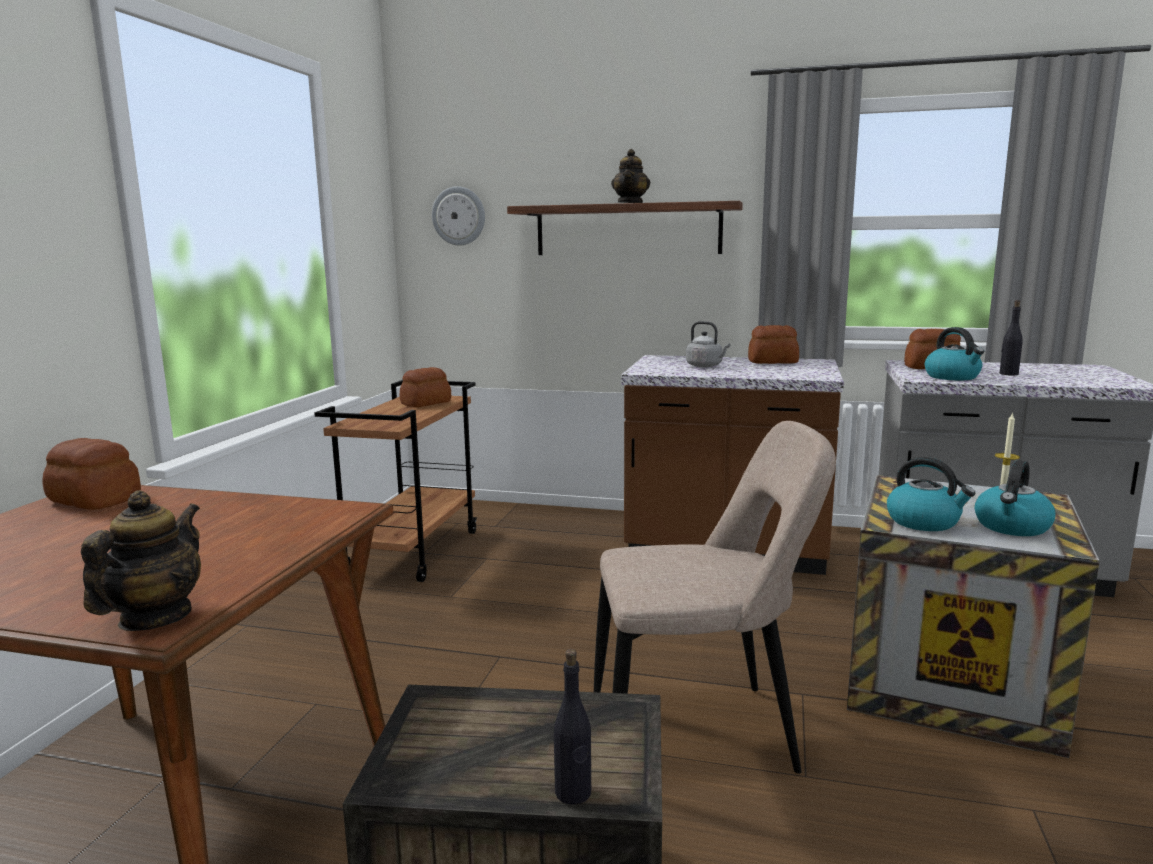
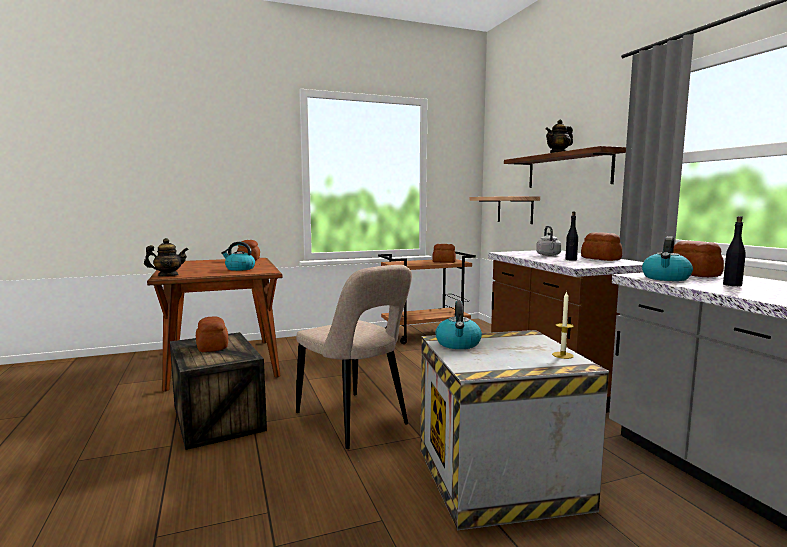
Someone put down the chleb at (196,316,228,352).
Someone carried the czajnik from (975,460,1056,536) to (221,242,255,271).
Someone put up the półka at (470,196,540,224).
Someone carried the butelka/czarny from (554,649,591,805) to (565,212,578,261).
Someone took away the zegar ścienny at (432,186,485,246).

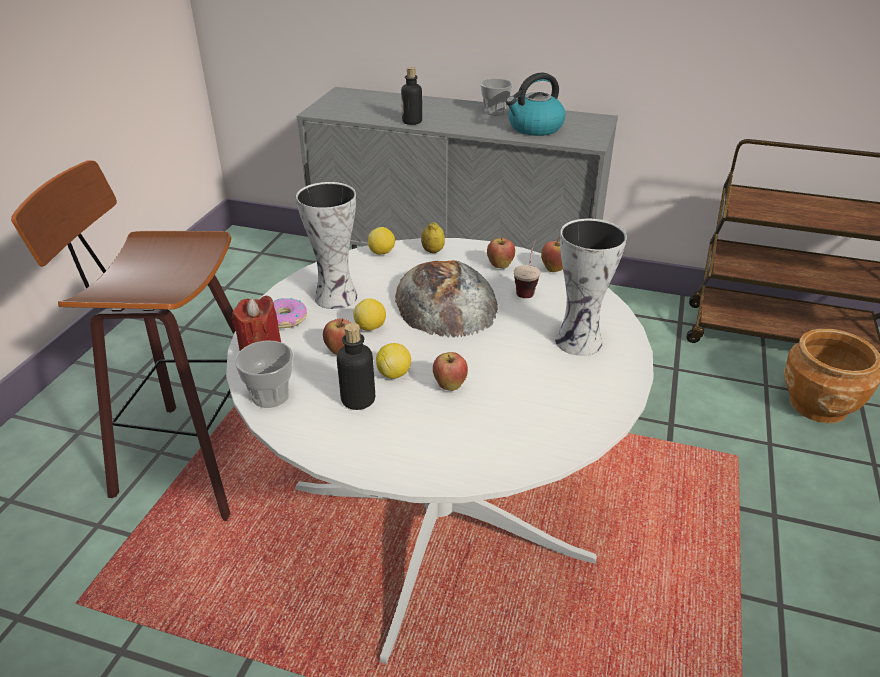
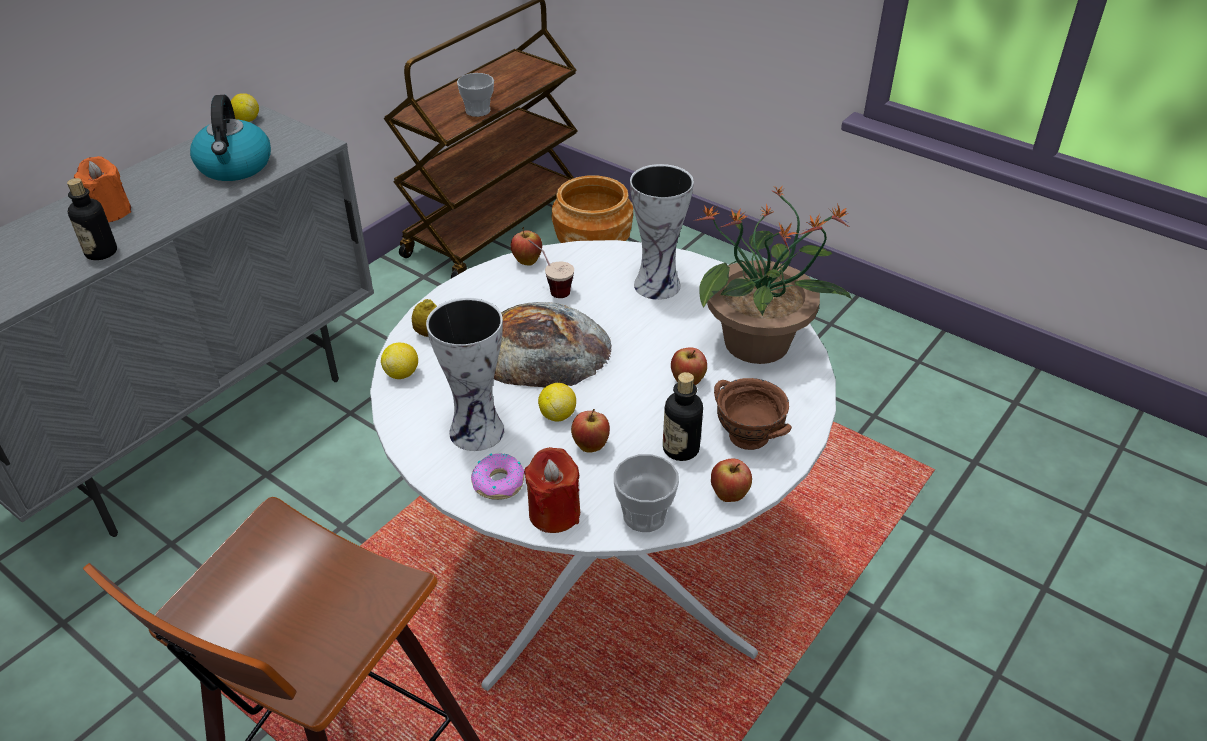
Someone put down the świeca/pomarańczowy at (74,156,131,222).
Someone carried the cytryna from (376,343,411,379) to (231,93,259,122).
Someone carried the filiżanka from (480,79,513,115) to (457,73,494,117).
Someone put down the roślina doniczkowa at (697,187,852,364).
Someone carried the jabłko from (487,238,515,269) to (711,459,752,502).
Someone put down the miska/brązowy at (714,378,792,450).

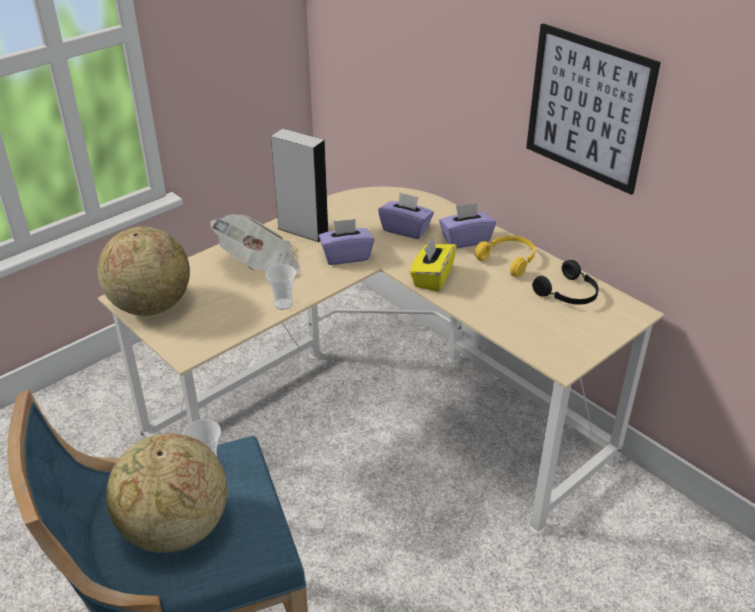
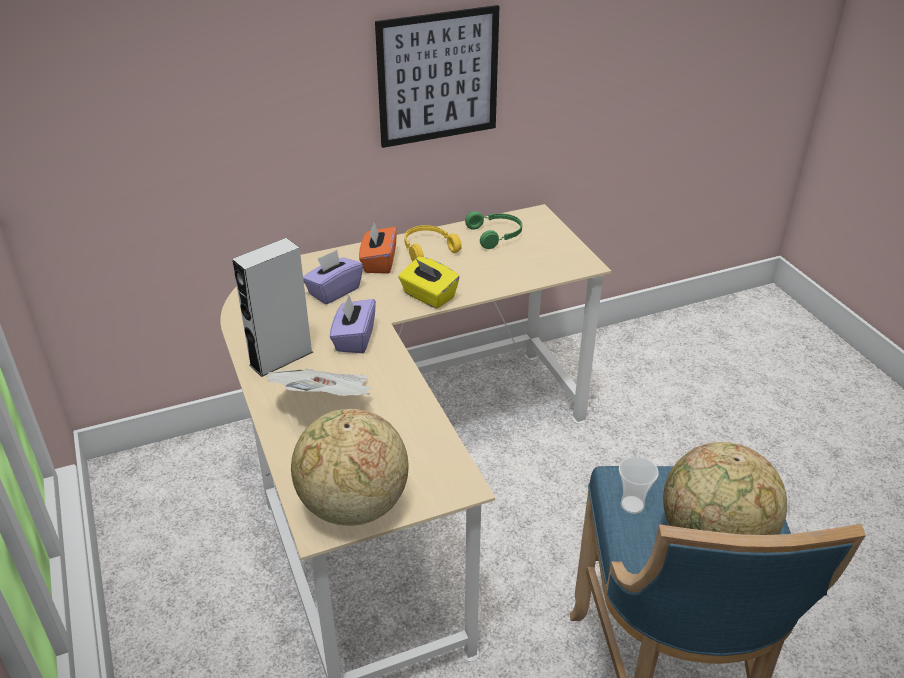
Someone repainted the pudełko chusteczek/fioletowy at (439,203,496,248), which became the pudełko chusteczek/pomarańczowy at (359,223,397,274).
Someone repainted the słuchawki/czarny at (532,260,599,305), which became the słuchawki/zielony at (465,211,522,249).
Someone took away the filiżanka at (266,264,296,310).

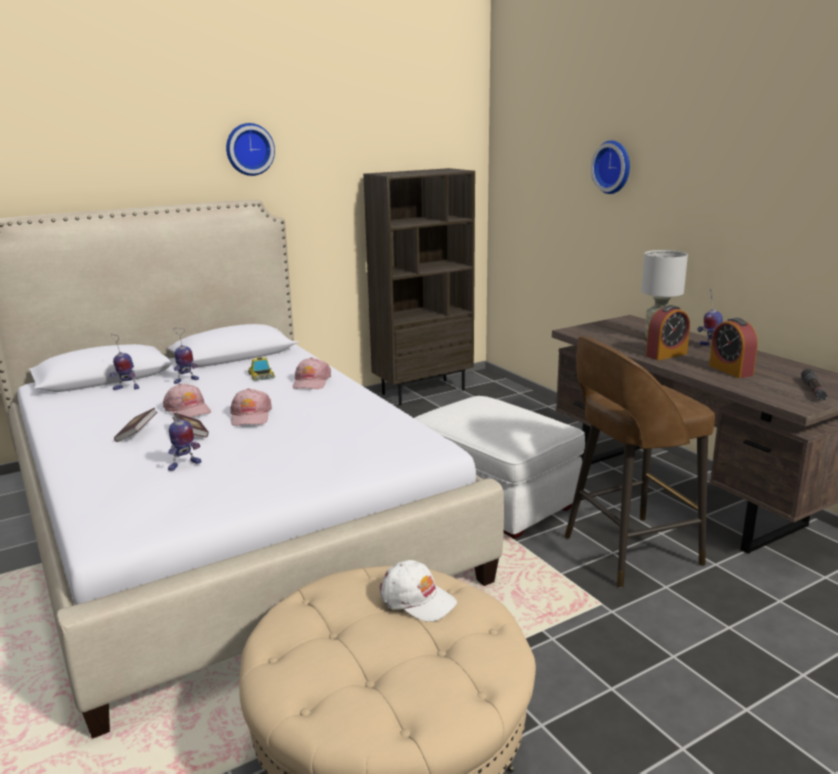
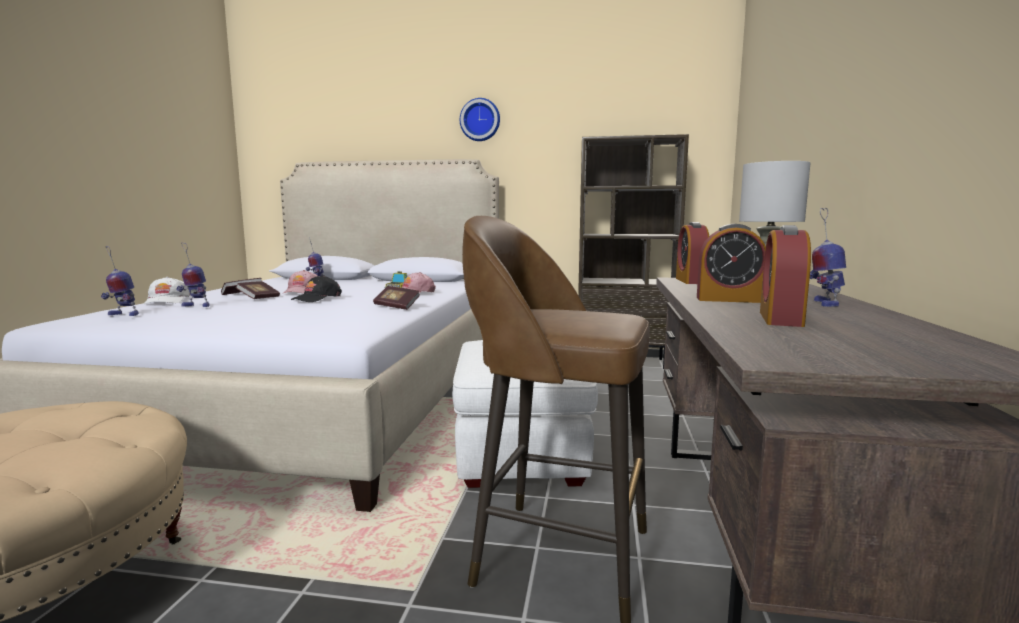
Someone carried the robot zabawkowy from (173,328,199,384) to (101,246,139,316).
Someone carried the czapka z daszkiem/biały from (379,560,457,622) to (144,277,190,304).
Someone repainted the czapka z daszkiem/różowy at (230,388,272,426), which became the czapka z daszkiem/czarny at (291,275,342,302).
Someone put down the książka at (373,286,420,310).
Someone put down the budzik at (676,222,709,284).
Someone took away the zegar ścienny at (591,140,630,194).
Someone took away the latarka/czarny at (801,369,827,401).

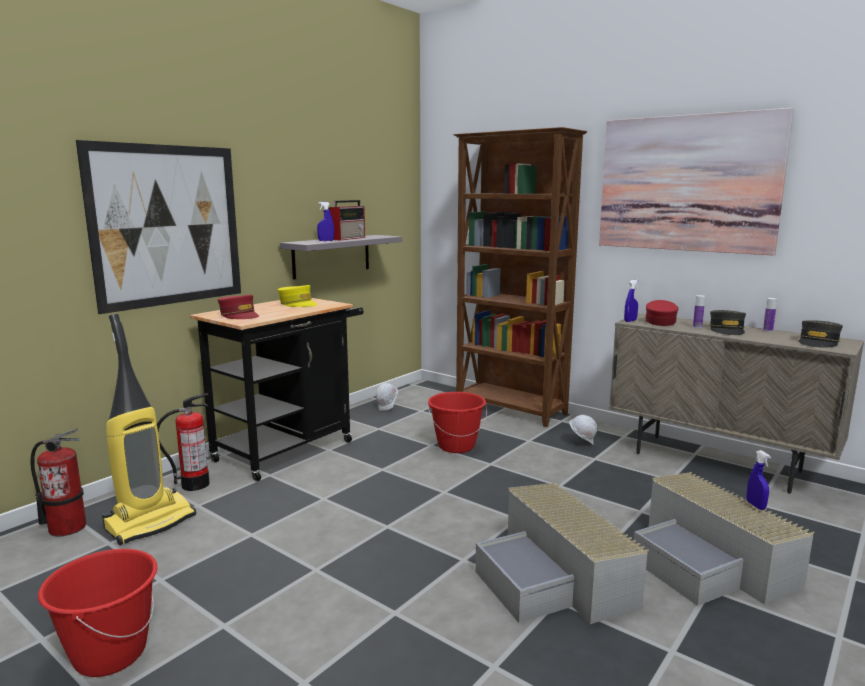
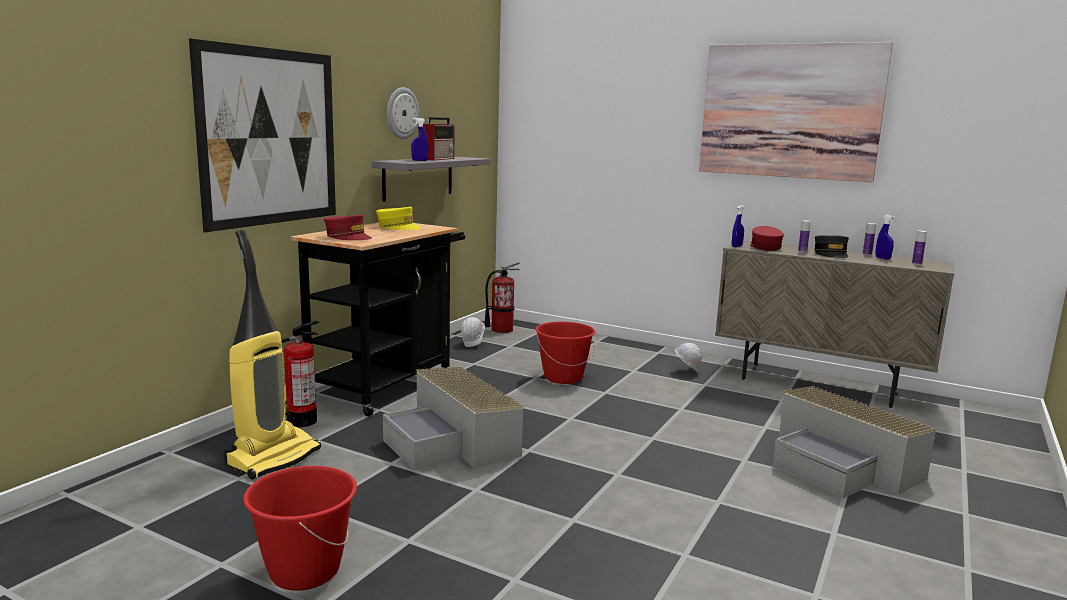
Someone carried the pojemnik do przechowywania/szary from (475,483,649,624) to (383,367,524,471).
Someone put up the zegar ścienny at (387,87,419,139).
Someone carried the gaśnica from (31,428,86,537) to (485,262,520,333).
Someone carried the spryskiwacz/niebieski from (747,450,771,510) to (875,215,895,259).
Someone swapped the czapka z daszkiem/szary at (798,321,843,348) for the butelka at (912,231,927,265).
Someone took away the regał/brązowy at (453,127,587,427).

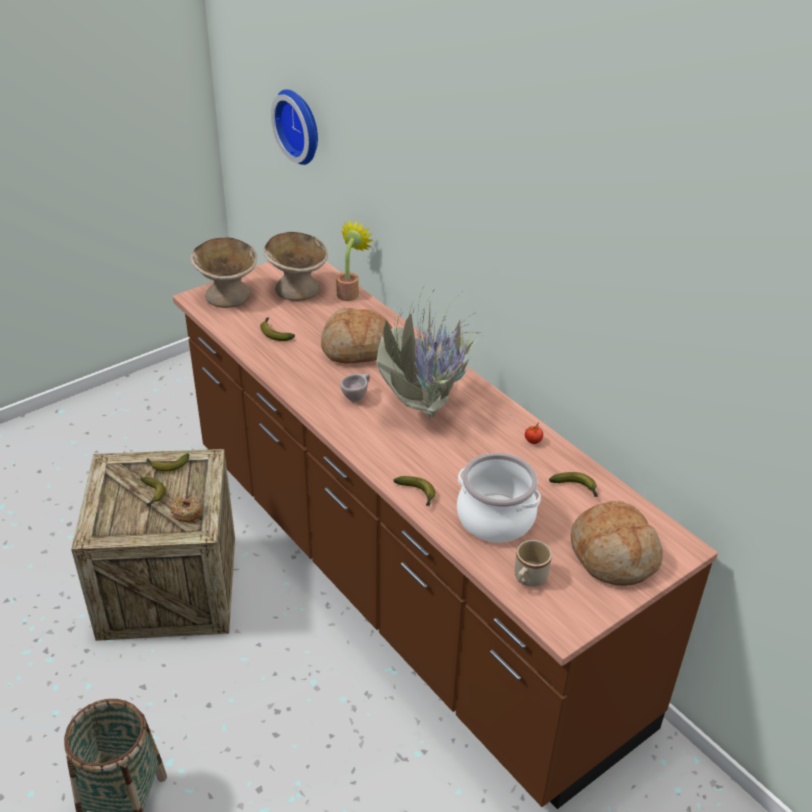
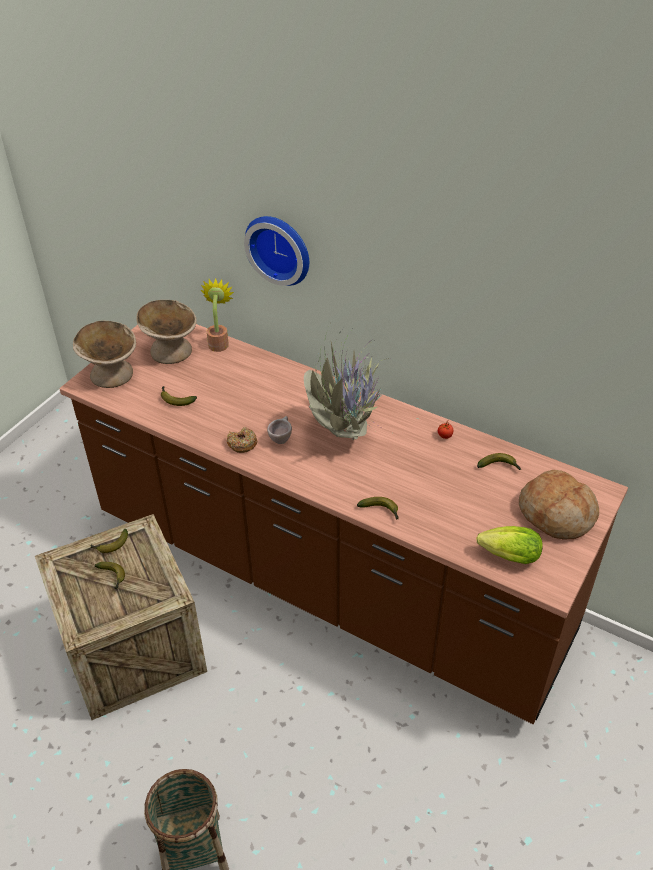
Someone carried the donut from (170,496,203,522) to (227,427,257,453).
Someone carried the zegar ścienny from (271,90,318,165) to (244,216,309,286).
Someone swapped the kubek/beżowy at (515,540,552,587) for the sałata at (476,526,543,564).
Someone took away the chleb at (321,308,392,363).
Someone took away the garnek at (457,453,541,542).

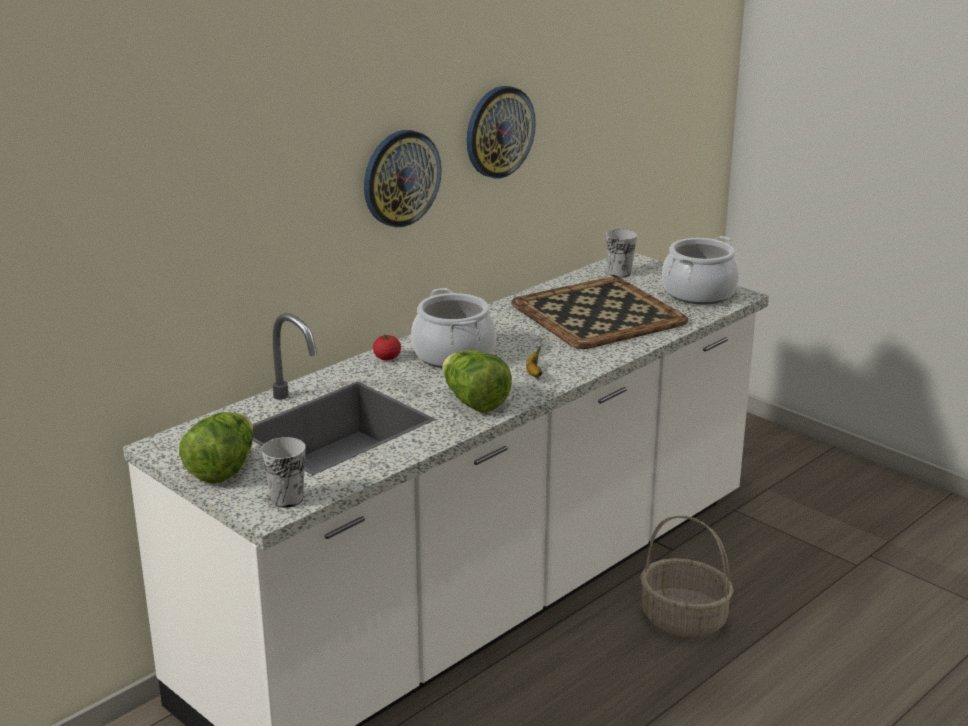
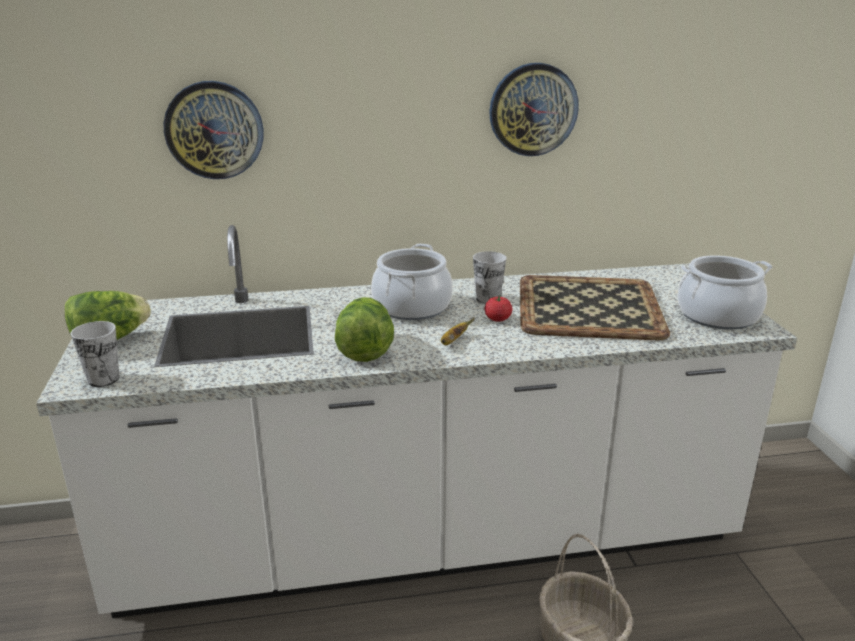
Someone carried the zegar ścienny from (364,130,442,227) to (164,81,264,179).
Someone carried the filiżanka from (606,229,637,278) to (473,251,506,304).
Someone carried the pomidor from (373,334,401,360) to (484,296,512,322).

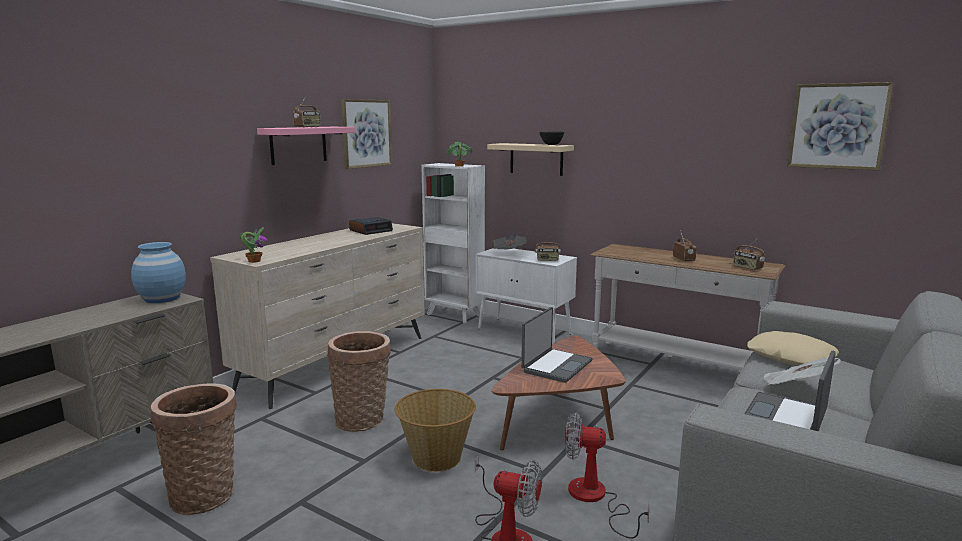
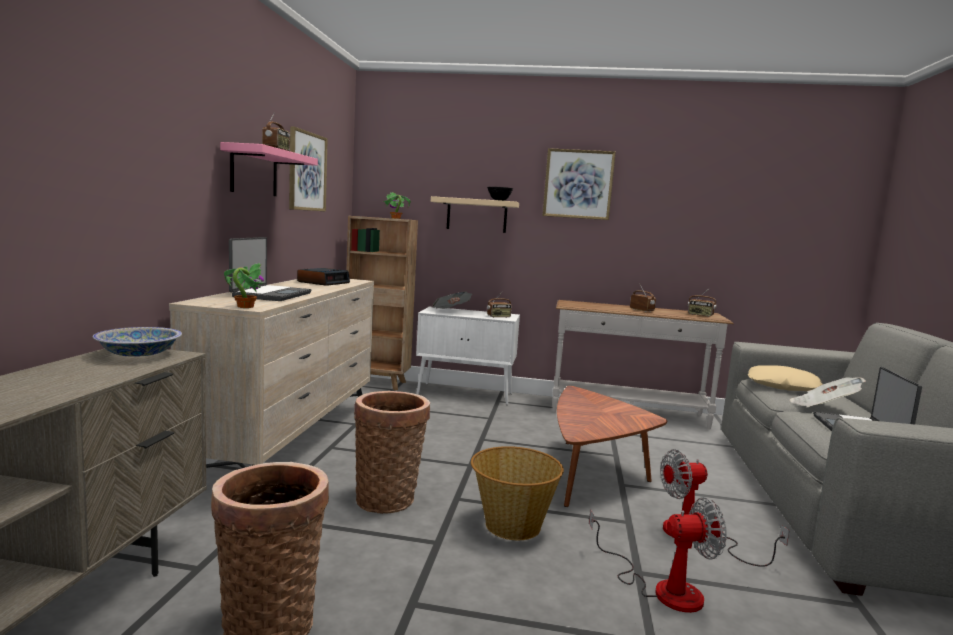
Someone swapped the wazon/niebieski at (131,242,186,303) for the miska at (93,327,182,357).
Someone carried the laptop from (521,307,592,383) to (229,237,311,301).
Someone repainted the regał/biały at (421,163,485,323), which became the regał/brązowy at (346,216,418,390).
Someone carried the obraz from (787,82,894,170) to (543,148,616,220).

